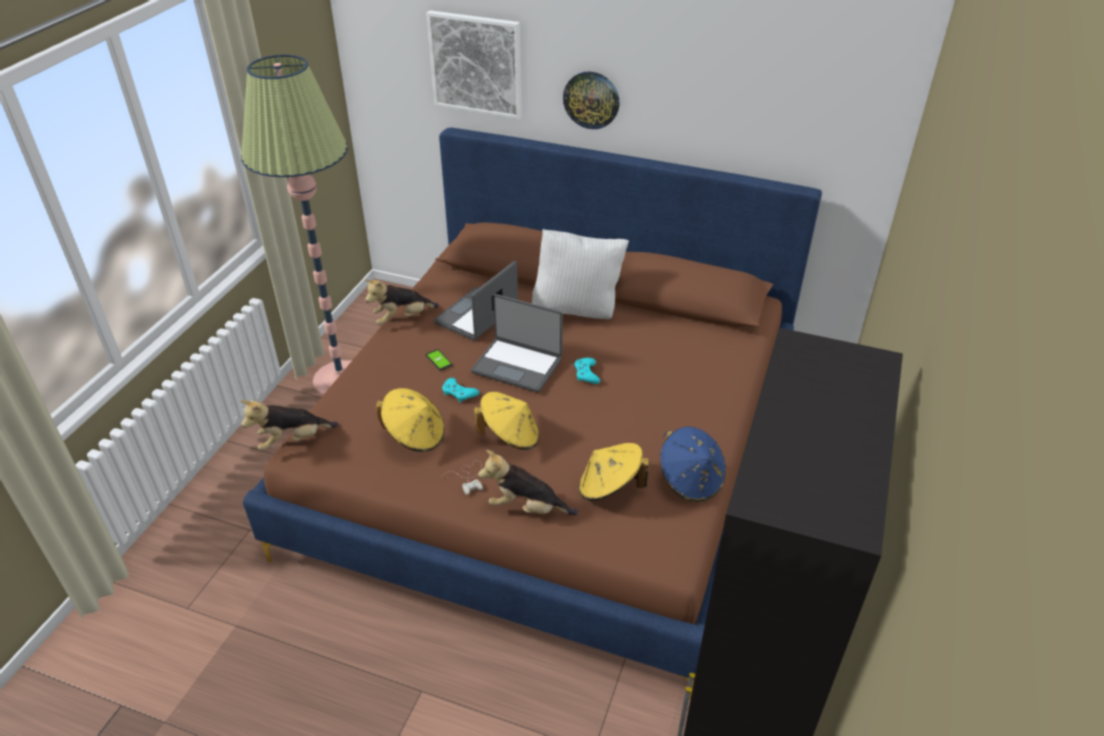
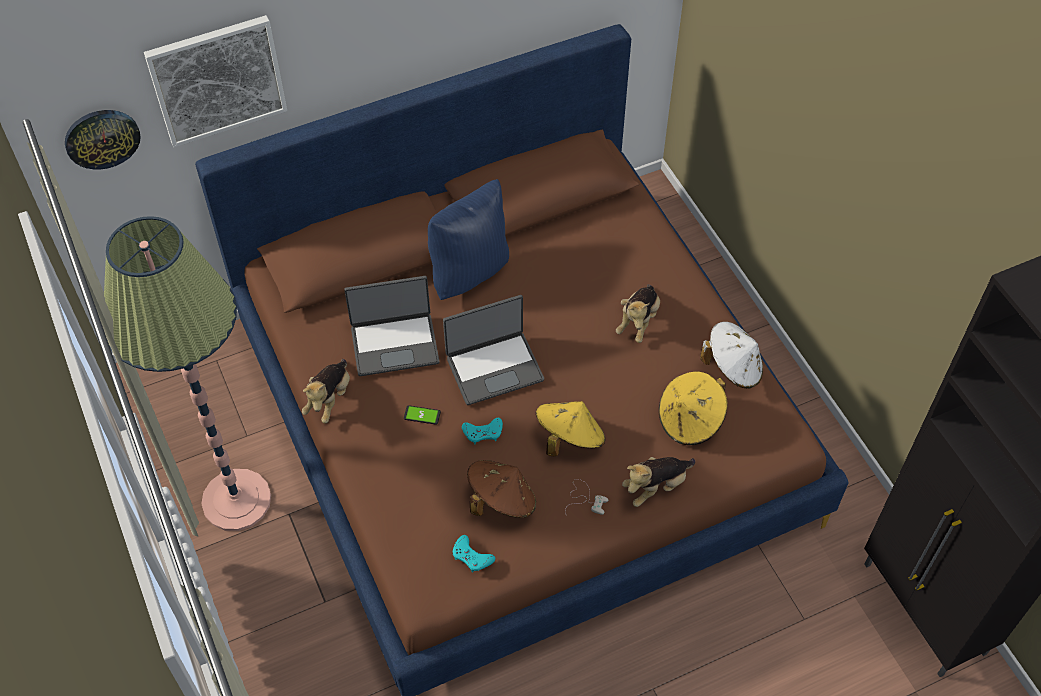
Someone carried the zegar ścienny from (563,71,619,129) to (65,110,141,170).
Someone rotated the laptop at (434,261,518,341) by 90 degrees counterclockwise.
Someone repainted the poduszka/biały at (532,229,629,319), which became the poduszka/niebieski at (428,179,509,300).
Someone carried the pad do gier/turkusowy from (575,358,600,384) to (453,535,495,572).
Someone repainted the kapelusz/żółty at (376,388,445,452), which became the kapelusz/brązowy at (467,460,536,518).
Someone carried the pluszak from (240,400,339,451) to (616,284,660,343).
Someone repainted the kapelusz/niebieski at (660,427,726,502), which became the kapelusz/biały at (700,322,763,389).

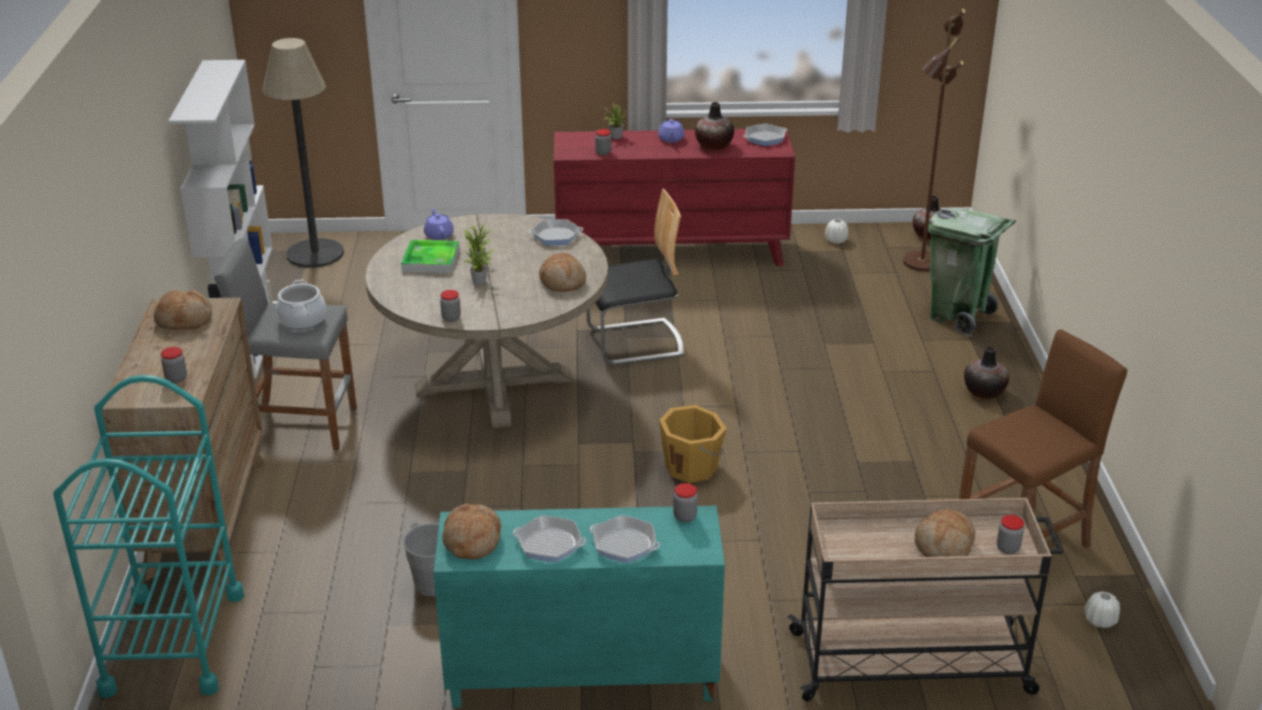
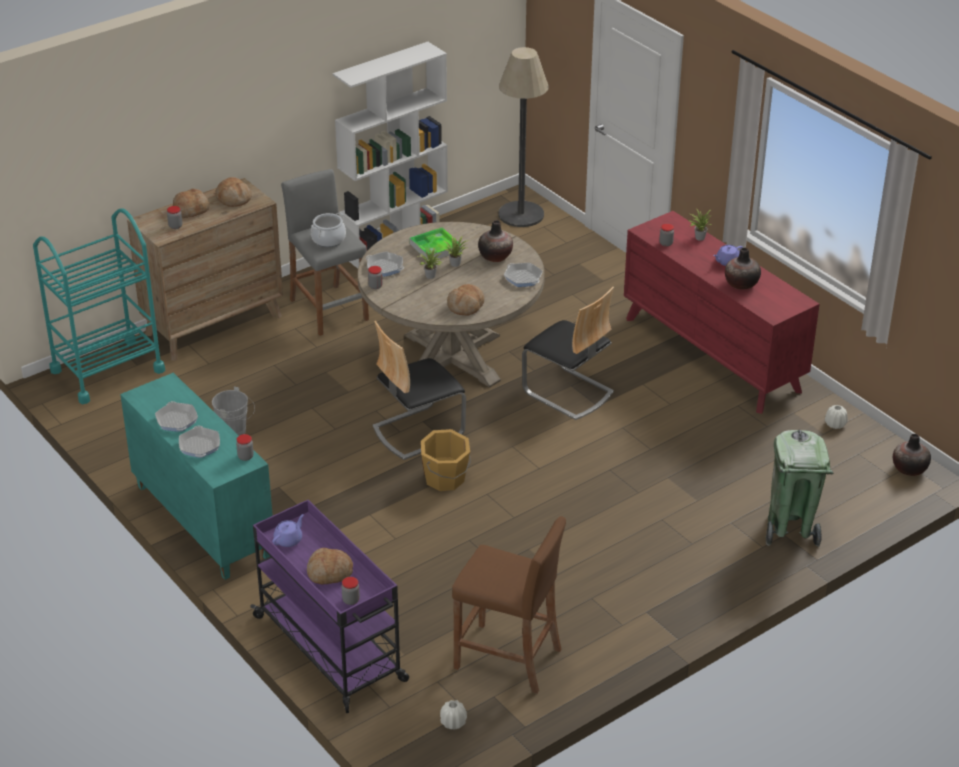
Someone carried the chleb from (442,504,501,560) to (173,188,210,218).
Someone repainted the wózek/beżowy at (787,498,1063,702), which became the wózek/fioletowy at (250,500,409,713).
Someone carried the imbryk/fioletowy from (424,208,454,240) to (272,514,304,547).
Someone carried the patelnia from (743,124,787,146) to (366,252,404,277).
Someone put down the krzesło at (373,321,466,460).
Someone carried the wazon from (964,347,1009,400) to (478,220,513,262).
Someone took away the lampa stojąca/brązowy at (903,8,966,272).

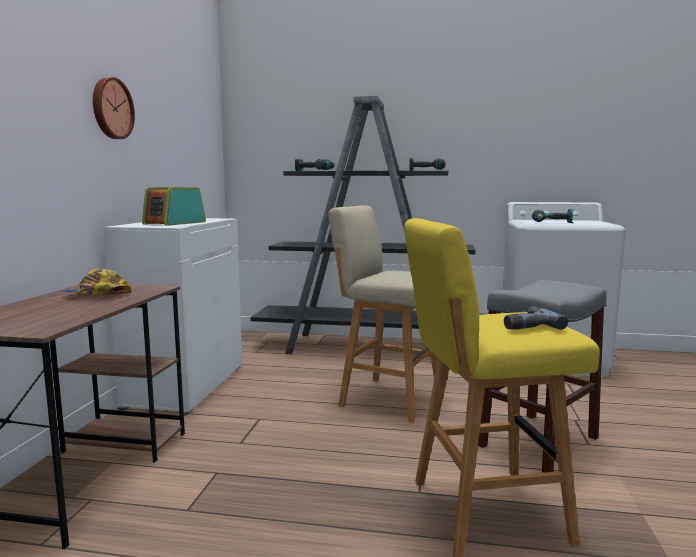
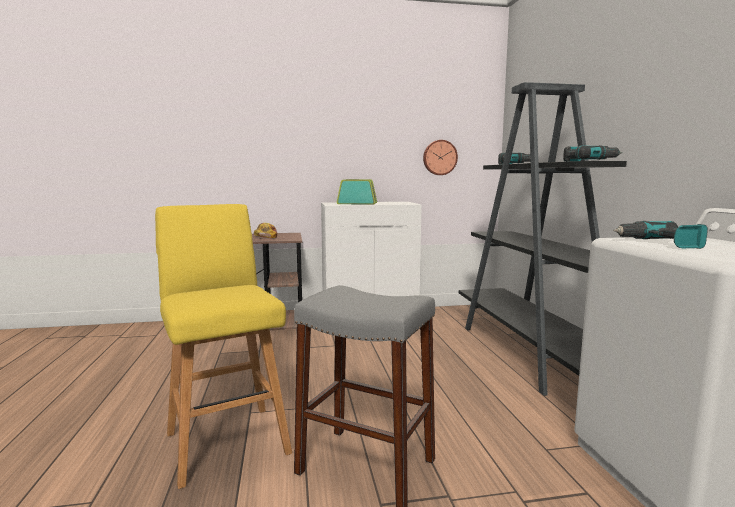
Someone carried the zegar ścienny from (93,77,135,139) to (423,140,458,175).
Someone took away the stołek/beżowy at (328,205,438,423).
Someone took away the wiertarka at (504,306,568,330).

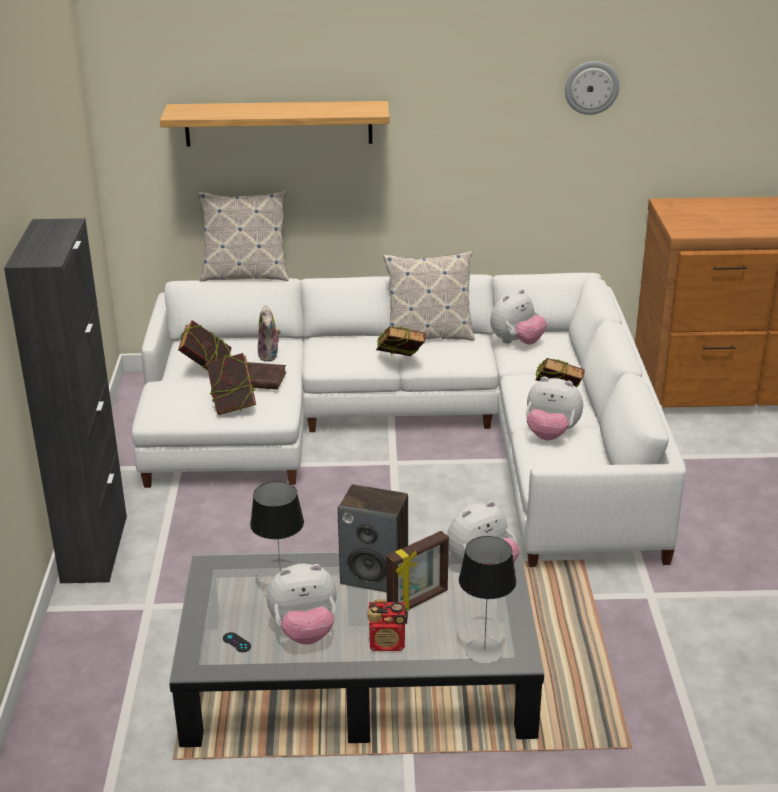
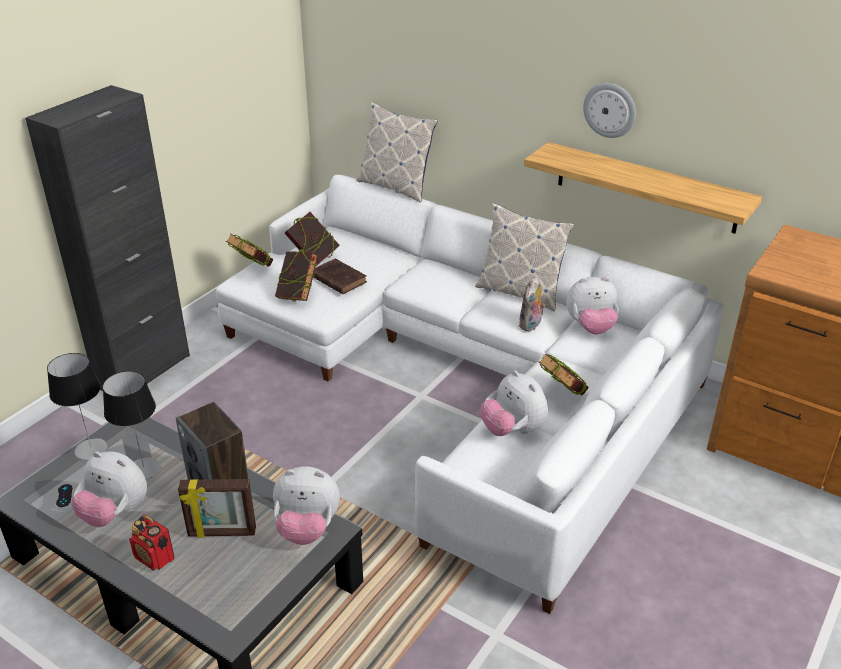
Someone carried the lampa stołowa from (459,536,516,664) to (47,353,108,460).
Someone carried the książka from (376,327,426,356) to (226,234,273,267).
Someone carried the pluszak from (258,305,281,362) to (519,276,545,331).
Someone carried the półka from (160,101,389,147) to (524,142,762,234).
Someone carried the zegar ścienny from (565,61,620,115) to (583,83,636,138).

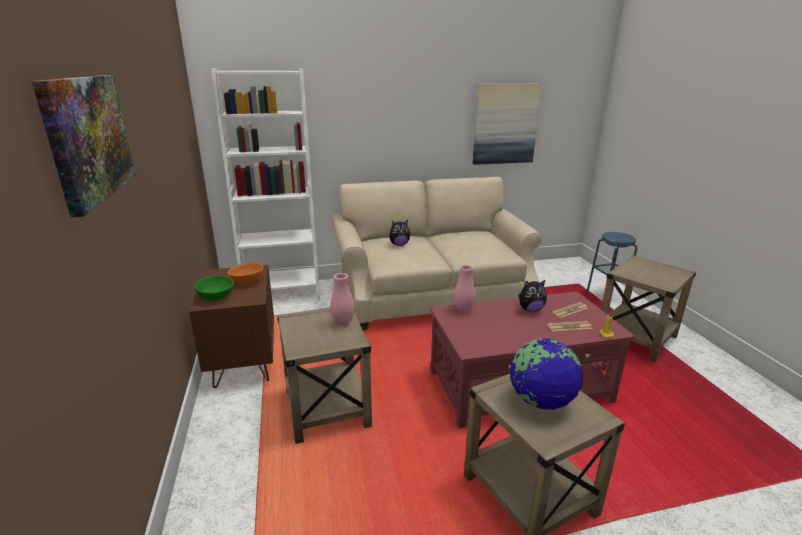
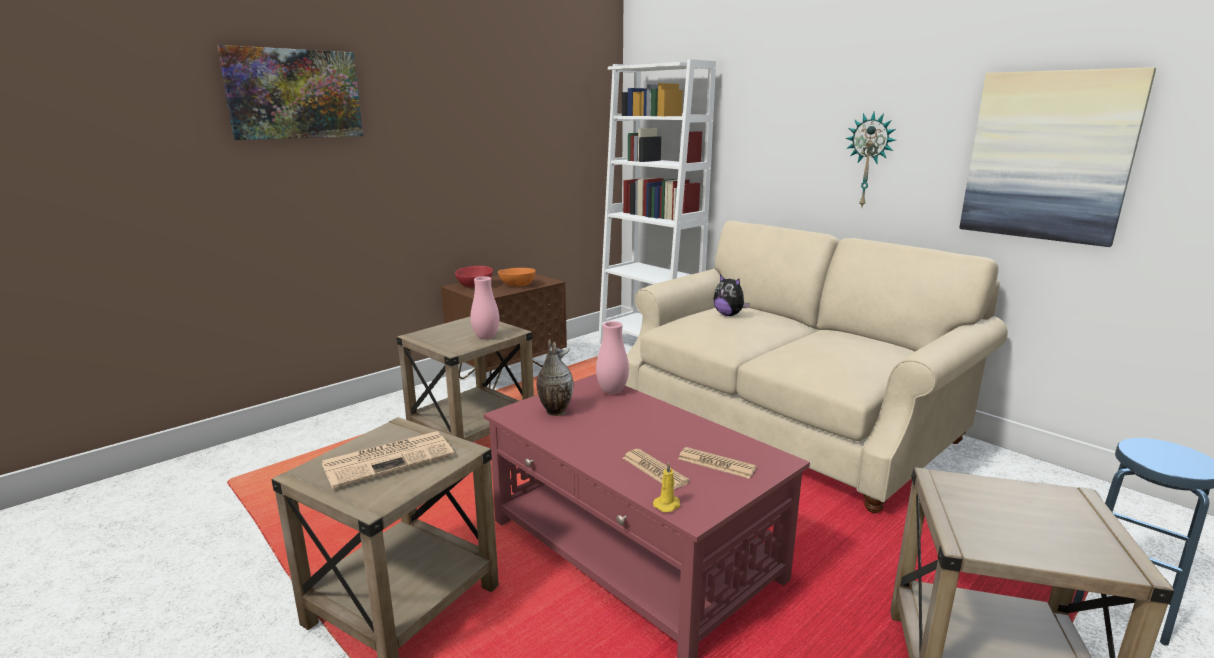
Someone swapped the globus at (510,338,583,410) for the gazeta at (322,431,454,489).
Someone repainted the miska/zielony at (194,275,234,301), which became the miska/czerwony at (455,266,493,288).
Someone put down the wazon at (536,339,574,416).
Someone put up the zegar ścienny at (846,112,896,209).
Someone took away the pluszak at (518,279,547,312).

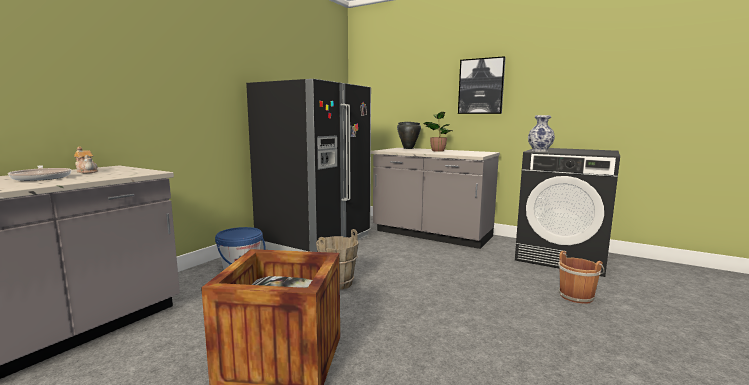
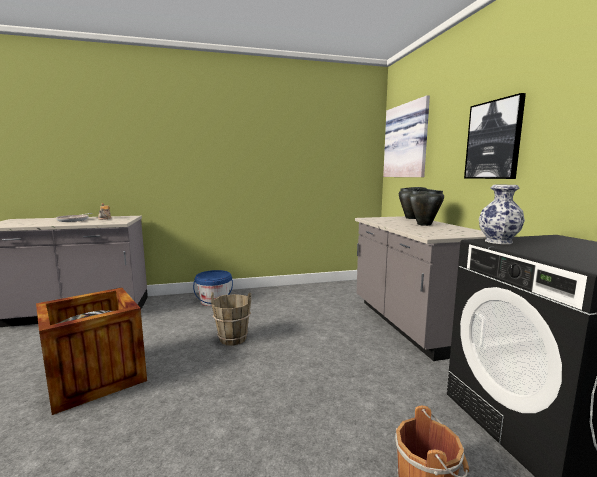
Someone put up the obraz at (383,95,430,177).
Someone swapped the roślina doniczkowa at (423,112,452,152) for the garnek/czarny at (409,188,444,226).
Someone took away the lodówka/czarny at (246,79,371,252).

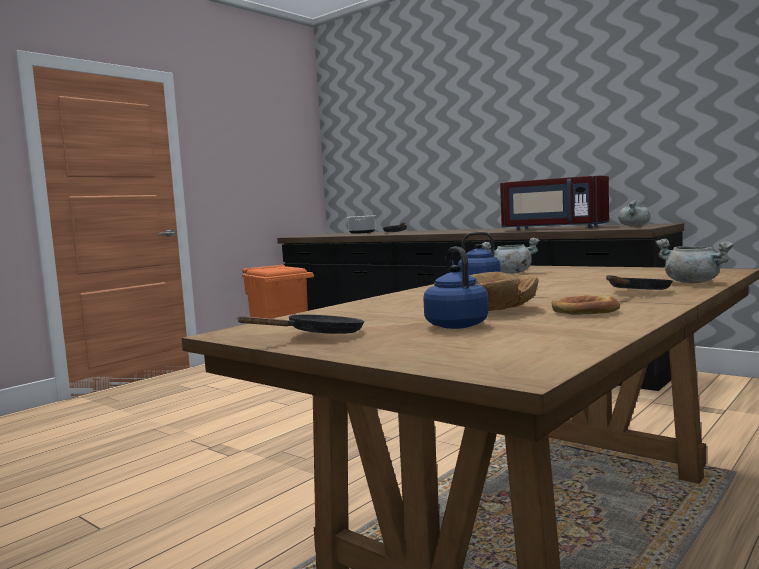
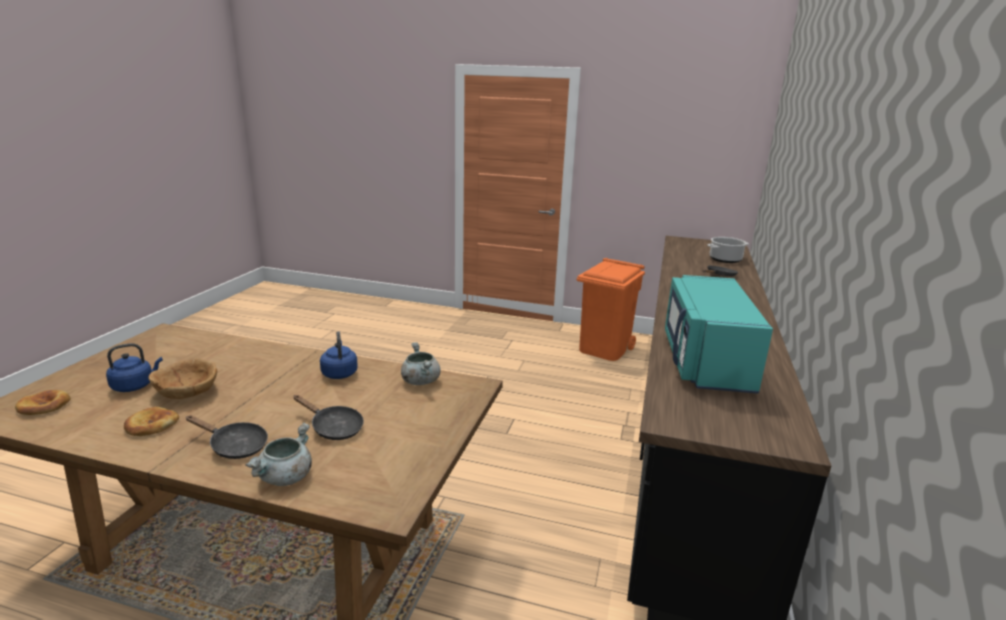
Someone put down the chleb at (15,390,71,415).
Someone carried the patelnia/czarny from (236,314,364,334) to (293,395,364,440).
Someone repainted the mikrofalówka/czerwony at (500,176,609,231), which became the mikrofalówka/turkusowy at (665,275,773,394).
Someone took away the garnek/szary at (618,200,650,226).

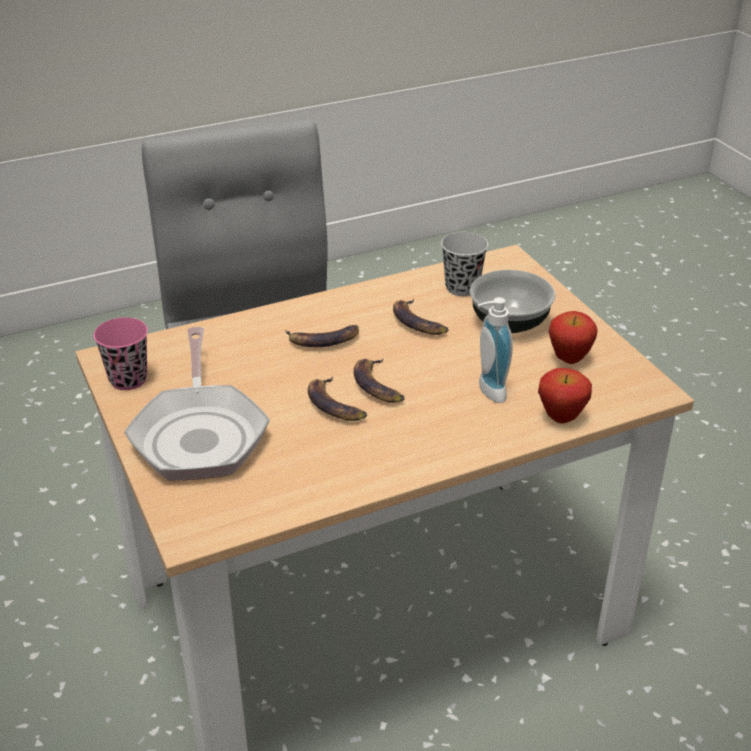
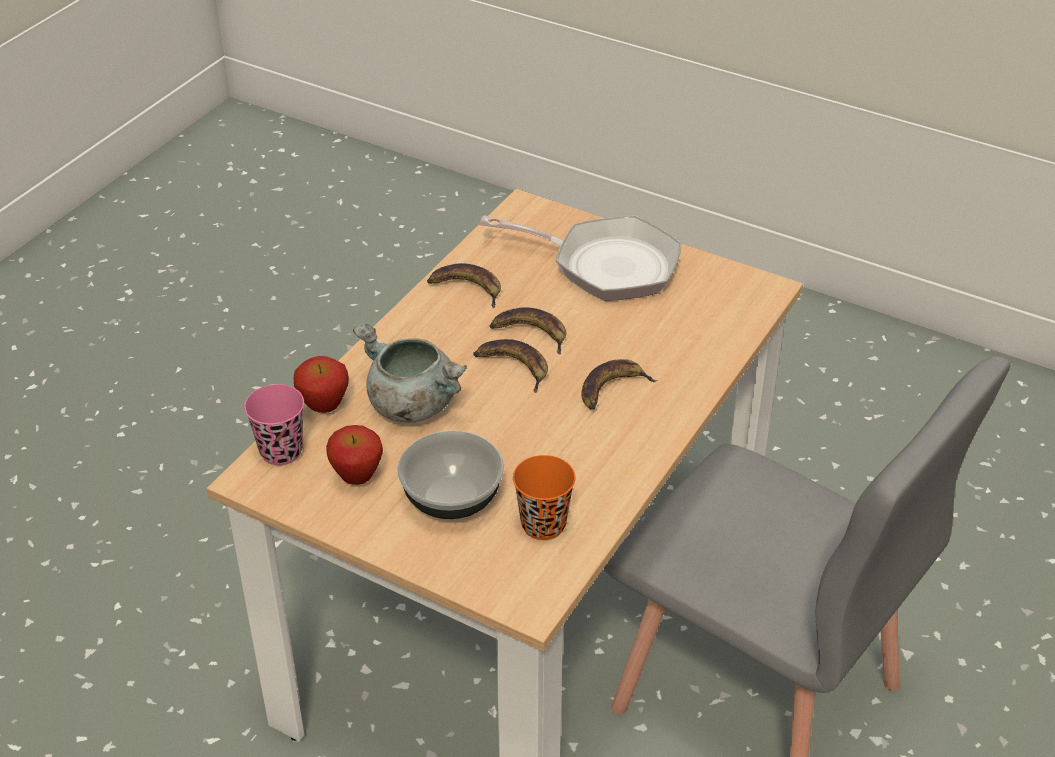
Someone carried the filiżanka/różowy from (93,317,148,390) to (244,384,304,465).
Someone swapped the dozownik mydła at (478,297,513,403) for the garnek/szary at (353,323,467,423).
Someone carried the banan from (393,299,449,335) to (427,263,501,308).
Someone rotated the patelnia at (124,327,270,480) by 150 degrees clockwise.
Someone repainted the filiżanka/czarny at (441,232,488,296), which became the filiżanka/pomarańczowy at (513,455,576,540).

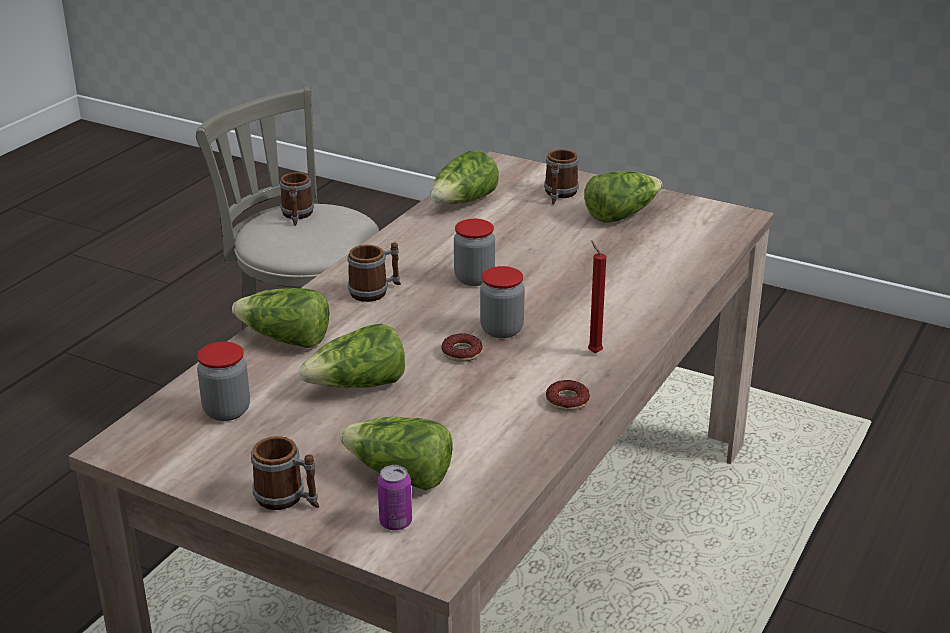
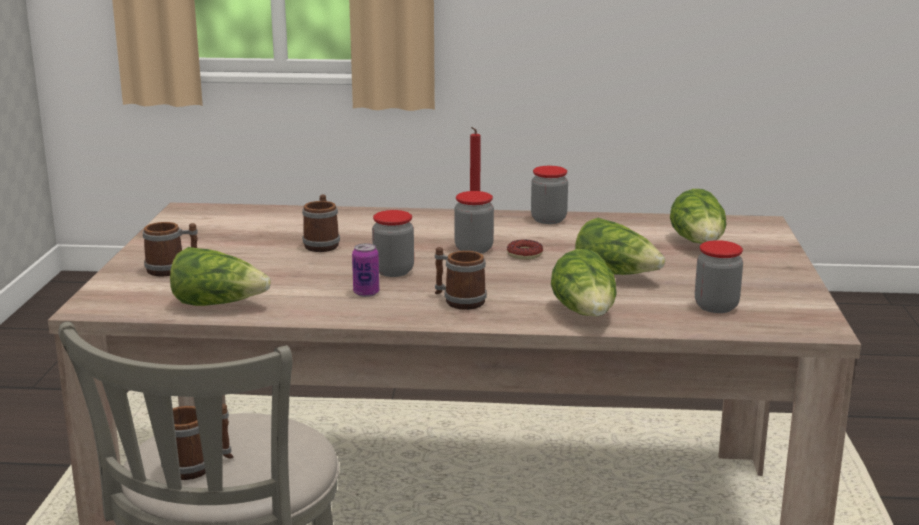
Someone carried the kubek from (251,436,319,510) to (302,194,340,252).
Someone carried the puszka from (377,465,412,530) to (352,243,379,297).
Someone swapped the donut at (546,380,590,411) for the słoik at (531,166,568,224).
Someone took away the sałata at (584,171,662,223).

